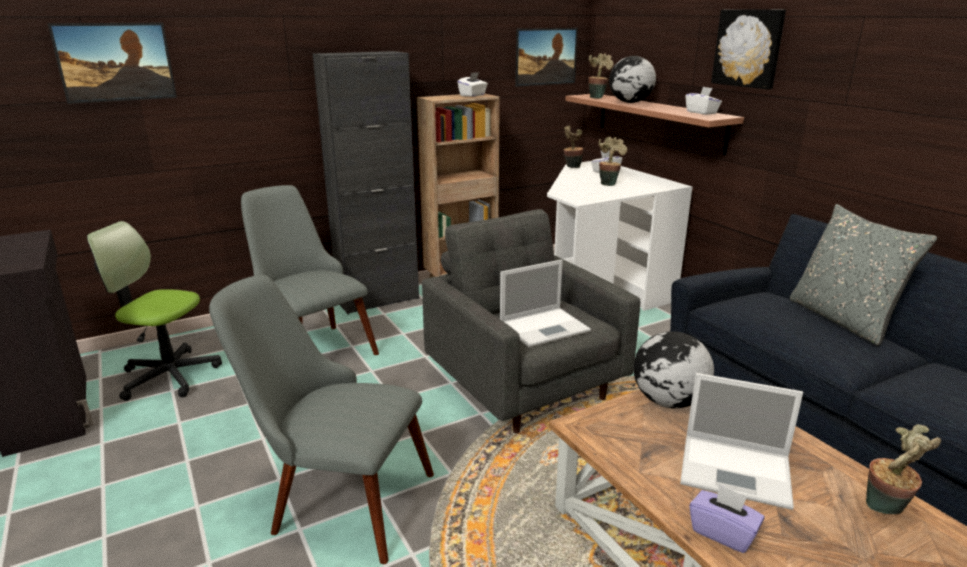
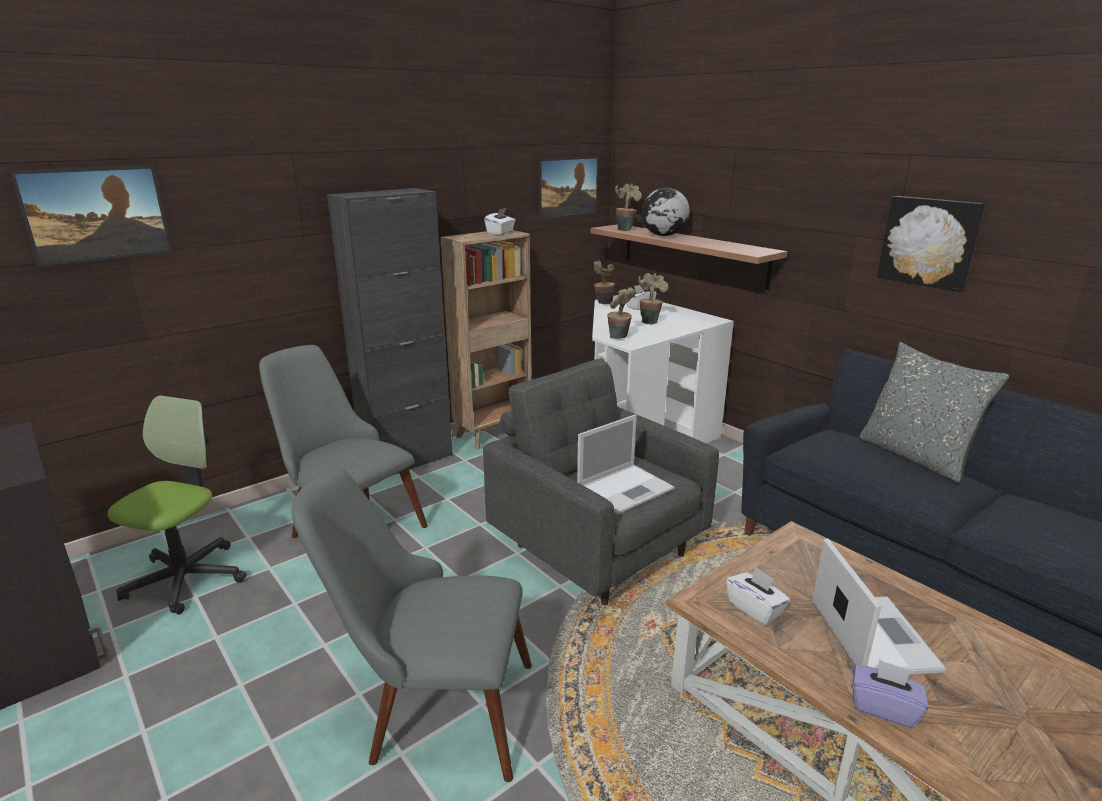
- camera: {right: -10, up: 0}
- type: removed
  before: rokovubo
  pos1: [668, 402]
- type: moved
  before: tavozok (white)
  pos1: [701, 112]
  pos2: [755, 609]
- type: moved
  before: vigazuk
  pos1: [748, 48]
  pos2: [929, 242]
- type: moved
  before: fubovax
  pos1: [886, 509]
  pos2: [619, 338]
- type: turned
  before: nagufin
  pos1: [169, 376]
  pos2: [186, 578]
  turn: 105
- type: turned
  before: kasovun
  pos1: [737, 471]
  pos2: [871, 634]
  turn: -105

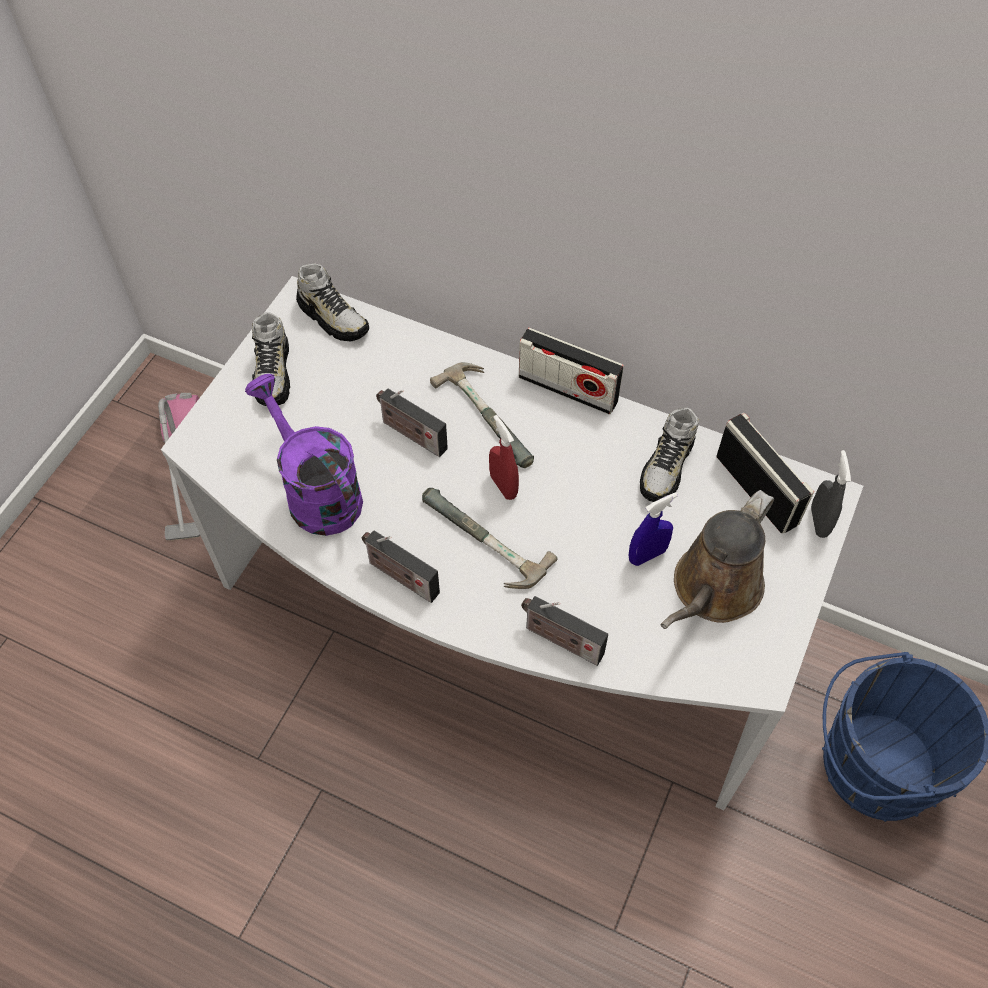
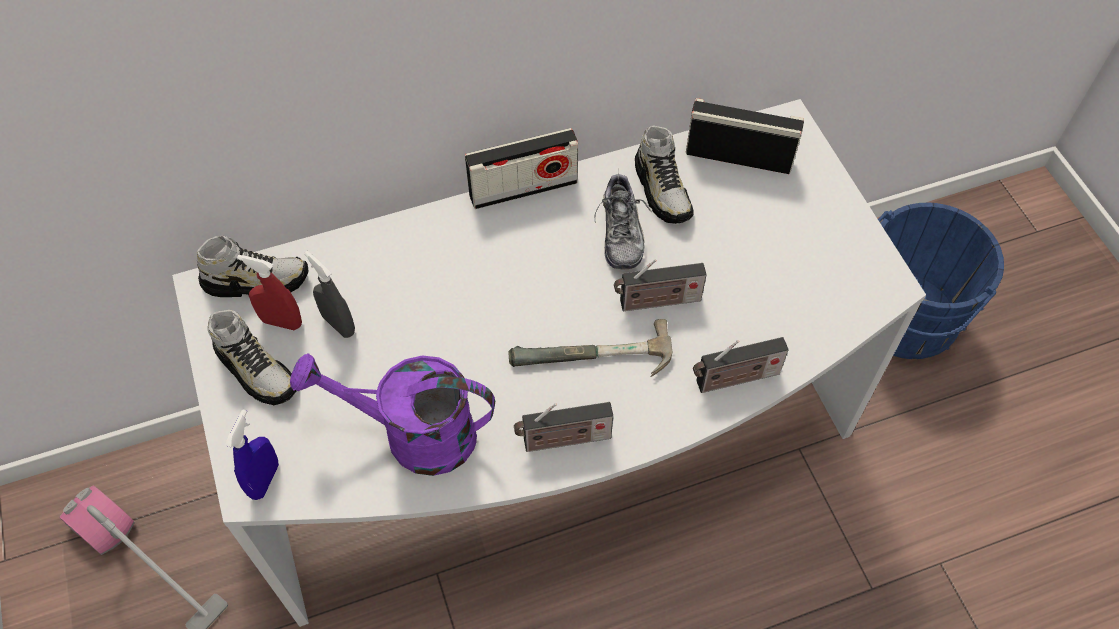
- camera: {right: -45, up: 0}
- type: removed
  before: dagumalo
  pos1: [493, 414]
- type: removed
  before: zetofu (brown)
  pos1: [713, 590]
- type: added
  after: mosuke
  pos2: [621, 232]
- type: moved
  before: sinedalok
  pos1: [411, 434]
  pos2: [656, 302]
- type: moved
  before: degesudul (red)
  pos1: [503, 486]
  pos2: [281, 322]
- type: moved
  before: degesudul (blue)
  pos1: [647, 555]
  pos2: [265, 480]
- type: moved
  before: degesudul (grey)
  pos1: [819, 522]
  pos2: [338, 324]

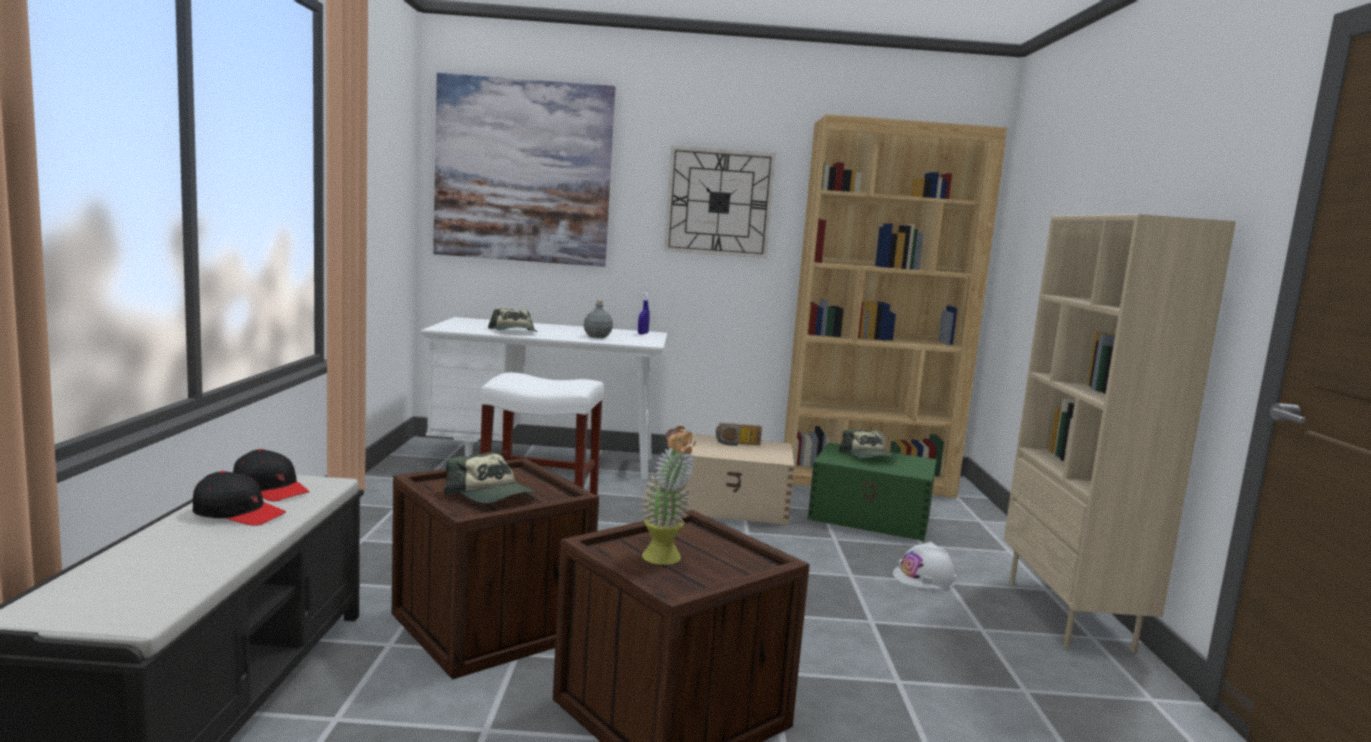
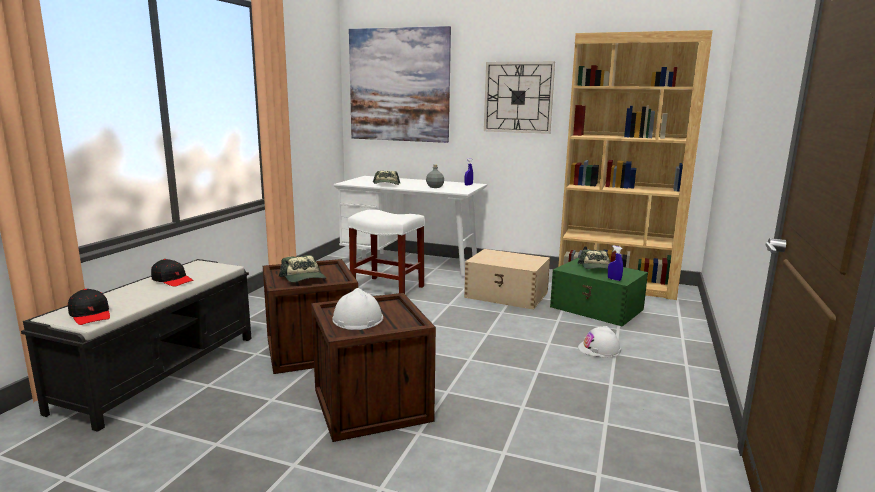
- camera: {right: 20, up: 5}
- type: removed
  before: sinedalok
  pos1: [737, 444]
- type: removed
  before: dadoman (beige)
  pos1: [1070, 616]
- type: added
  after: degesudul (blue)
  pos2: [614, 279]
- type: moved
  before: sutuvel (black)
  pos1: [271, 489]
  pos2: [91, 315]
- type: replaced
  before: fubovax
  after: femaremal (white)
  pos1: [665, 561]
  pos2: [357, 319]

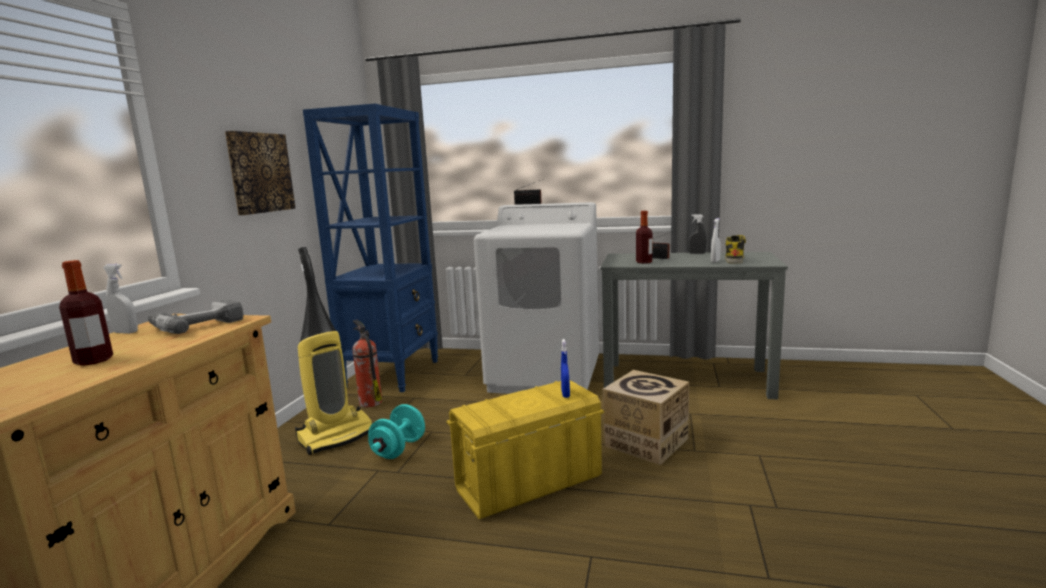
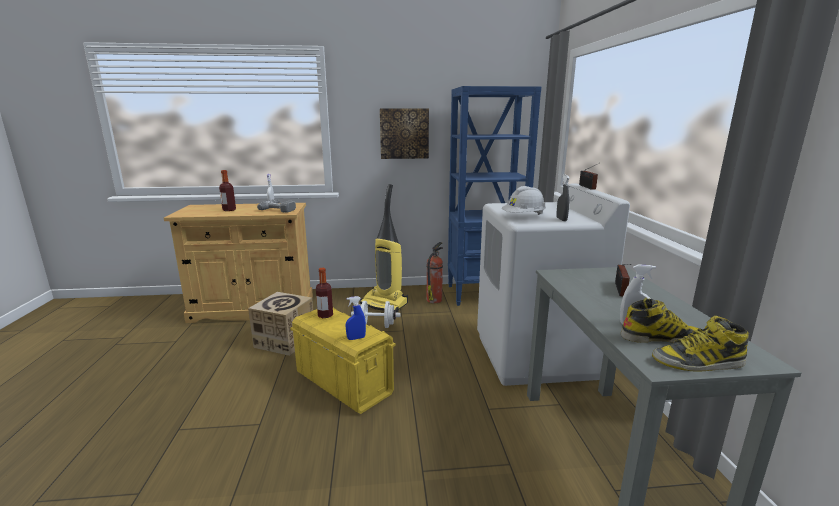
- camera: {right: 70, up: 5}
- type: added
  after: femaremal (white)
  pos2: [523, 217]
- type: added
  after: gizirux
  pos2: [698, 362]
- type: moved
  before: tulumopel
  pos1: [646, 442]
  pos2: [285, 341]
- type: moved
  before: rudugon
  pos1: [644, 262]
  pos2: [325, 315]
- type: moved
  before: degesudul (grey)
  pos1: [697, 253]
  pos2: [561, 219]
- type: recoloured
  before: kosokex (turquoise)
  after: kosokex (white)
  pos1: [399, 449]
  pos2: [376, 326]

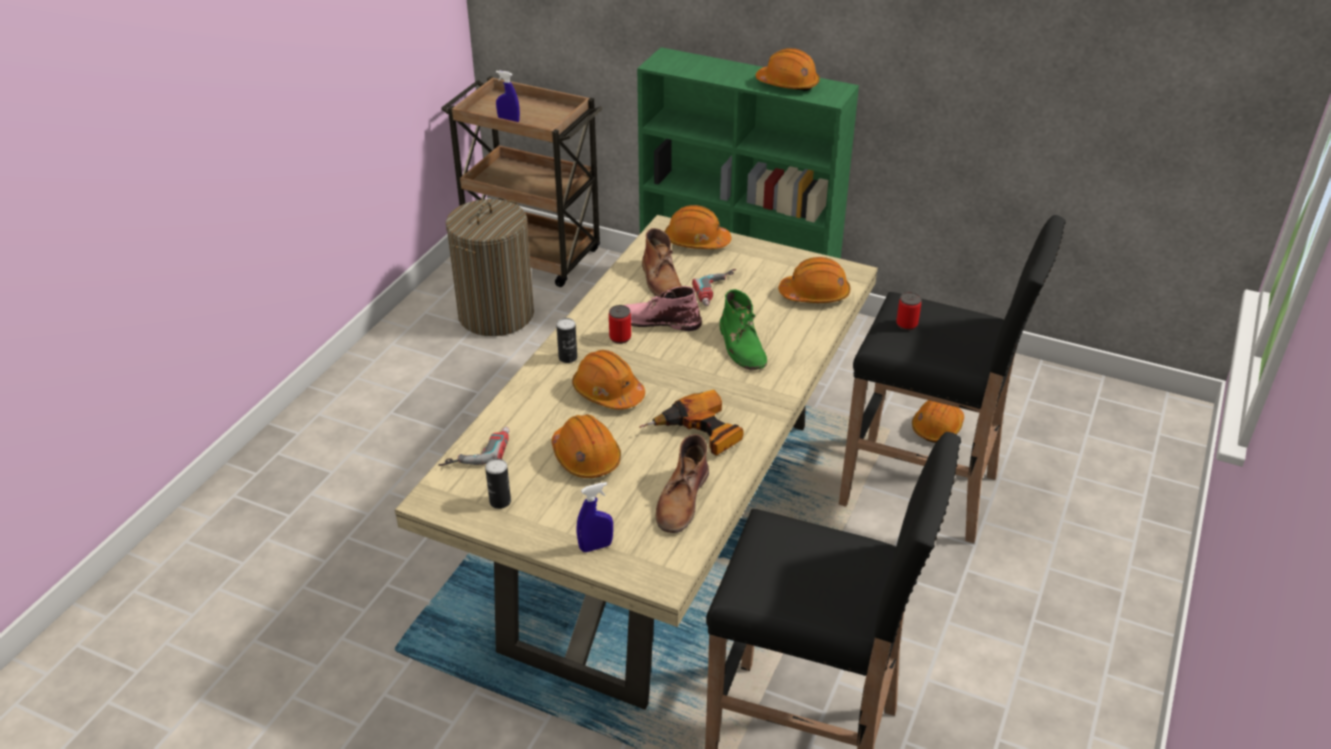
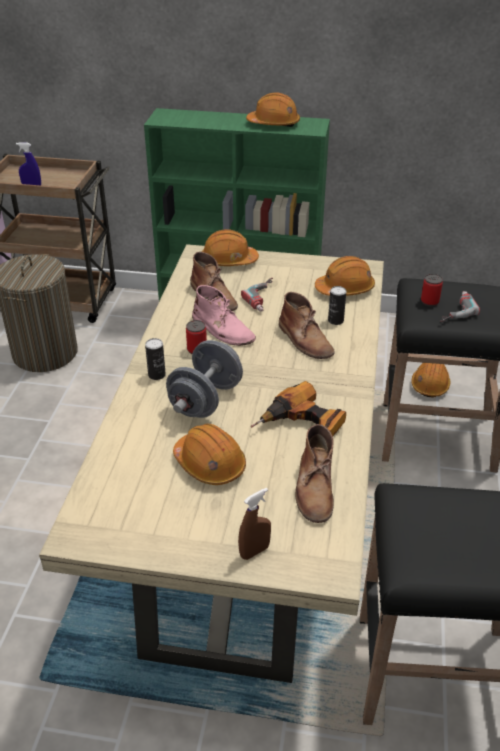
- camera: {right: -15, up: 0}
- type: moved
  before: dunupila
  pos1: [476, 450]
  pos2: [453, 310]
- type: moved
  before: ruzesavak
  pos1: [500, 501]
  pos2: [335, 320]
- type: replaced
  before: femaremal (orange)
  after: kosokex (grey)
  pos1: [608, 392]
  pos2: [205, 400]
- type: recoloured
  before: degesudul (blue)
  after: degesudul (brown)
  pos1: [595, 546]
  pos2: [254, 551]
- type: recoloured
  before: gizirux (green)
  after: gizirux (brown)
  pos1: [742, 346]
  pos2: [305, 340]
- type: turned
  before: gizirux (pink)
  pos1: [657, 320]
  pos2: [223, 330]
  turn: -135

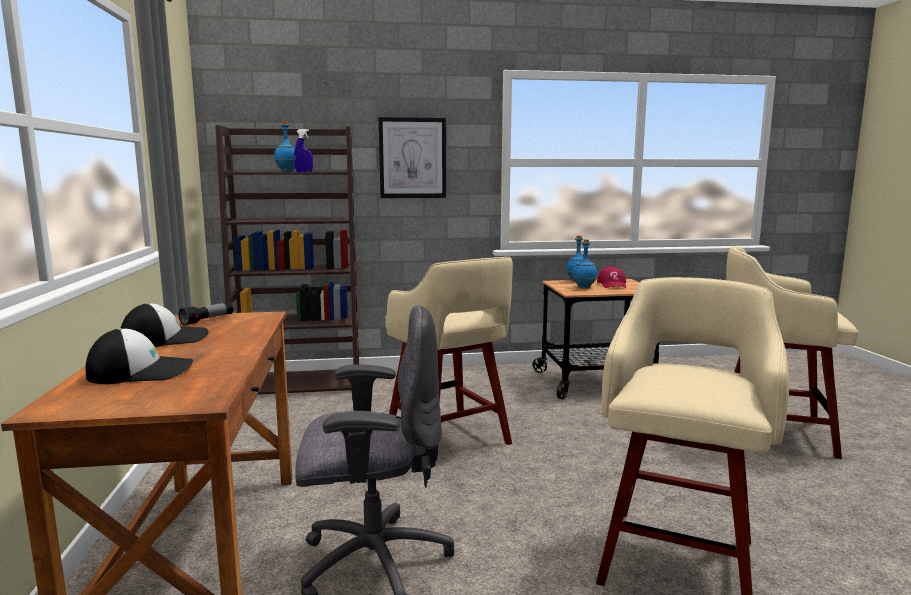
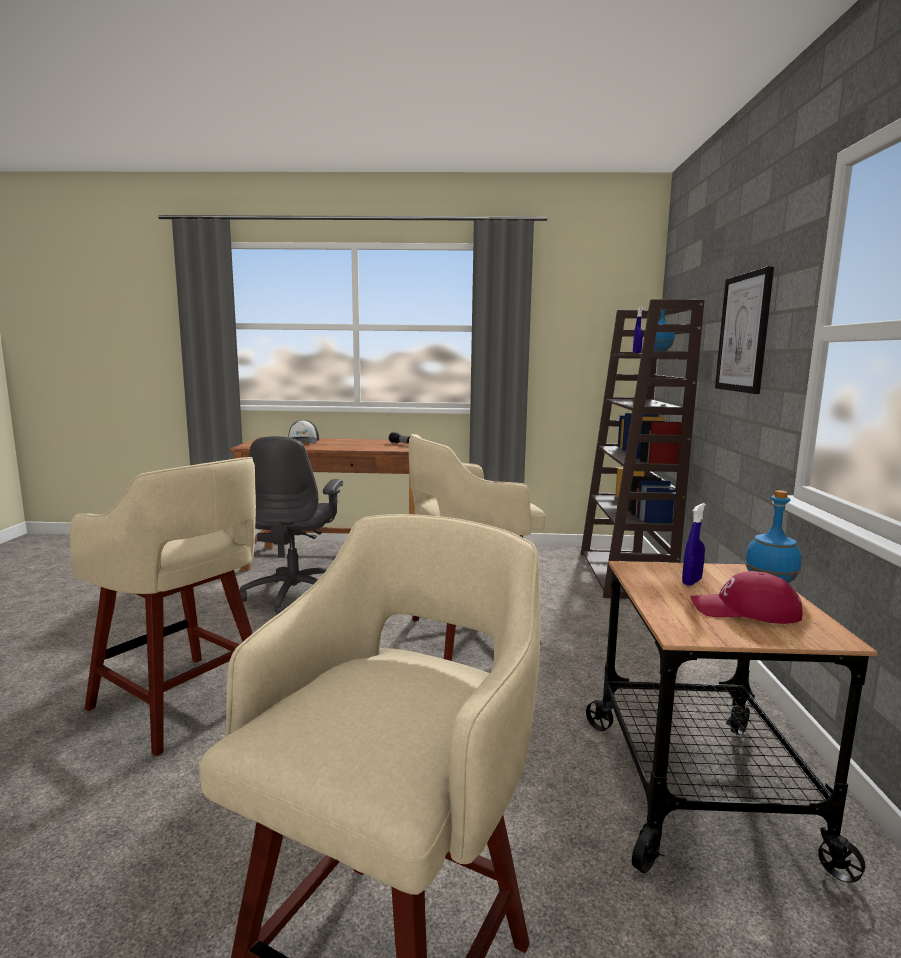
- camera: {right: 100, up: 0}
- type: removed
  before: sutuvel
  pos1: [165, 339]
- type: replaced
  before: rudugon (blue)
  after: degesudul (blue)
  pos1: [584, 287]
  pos2: [691, 582]

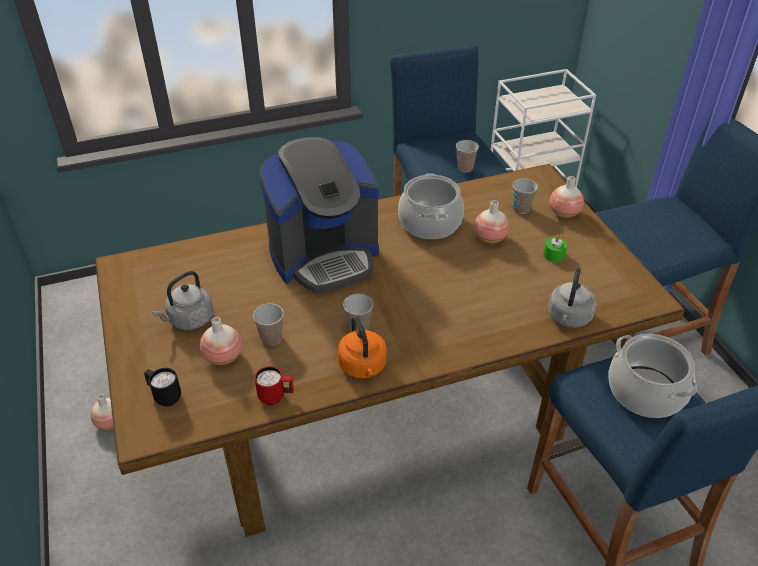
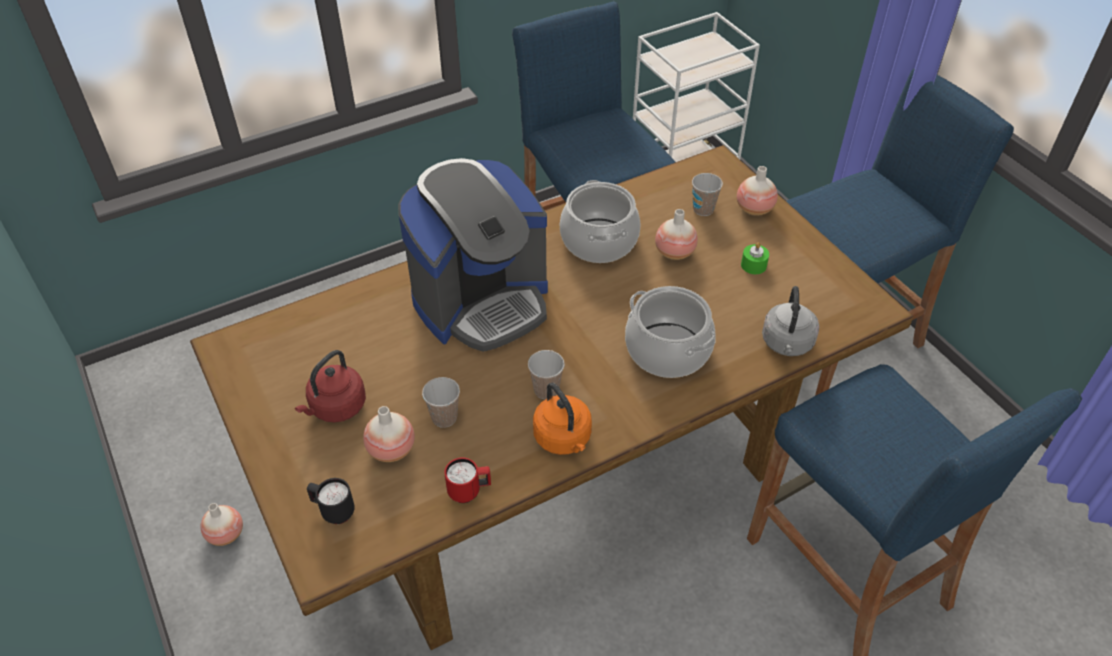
- camera: {right: -10, up: 5}
- type: removed
  before: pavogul
  pos1: [465, 168]
- type: moved
  before: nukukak
  pos1: [646, 391]
  pos2: [668, 350]
- type: recoloured
  before: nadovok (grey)
  after: nadovok (red)
  pos1: [189, 320]
  pos2: [336, 408]

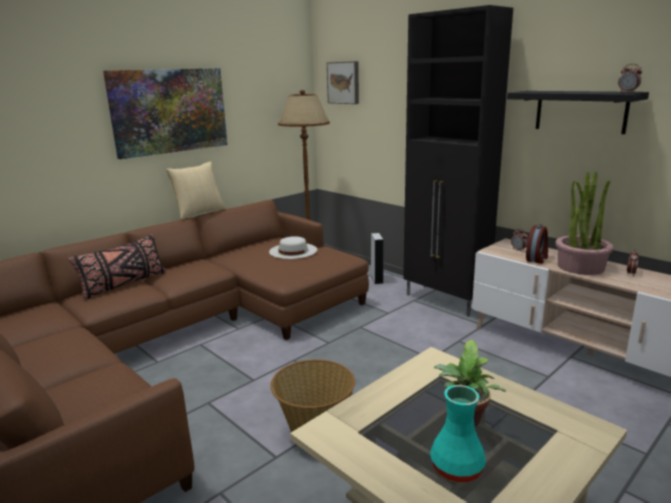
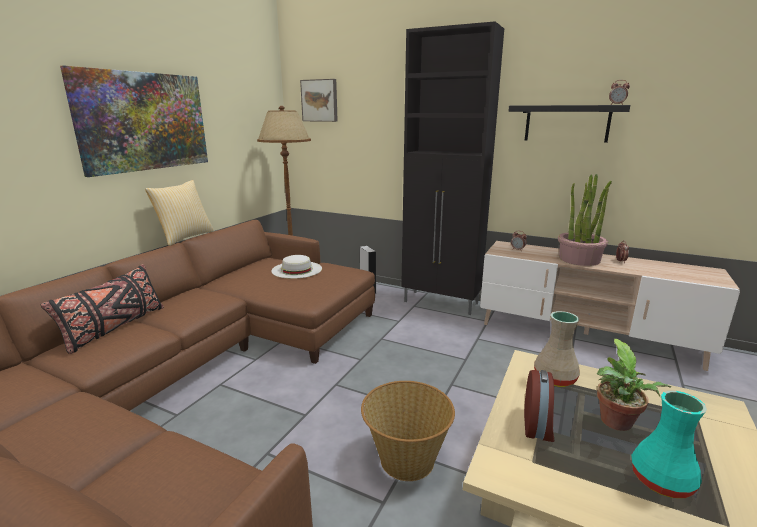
- camera: {right: -20, up: 0}
- type: added
  after: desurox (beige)
  pos2: [556, 379]
- type: moved
  before: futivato
  pos1: [537, 259]
  pos2: [538, 426]

